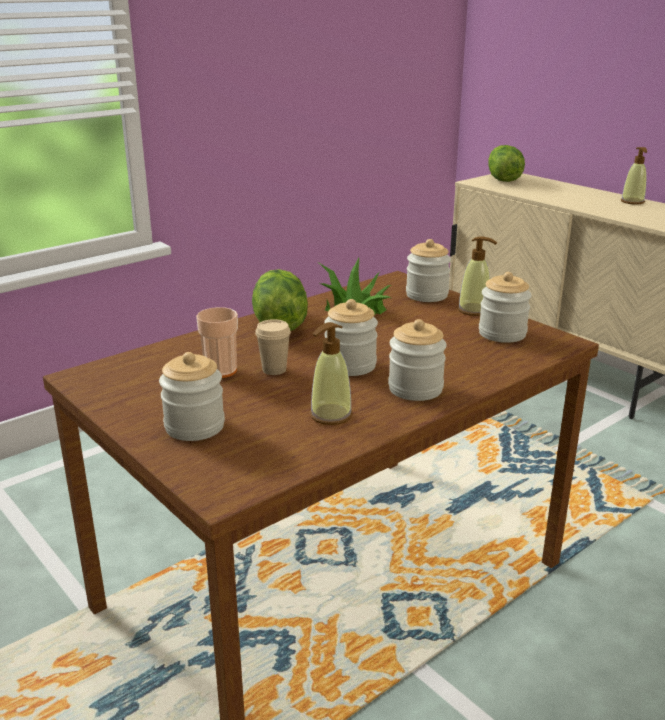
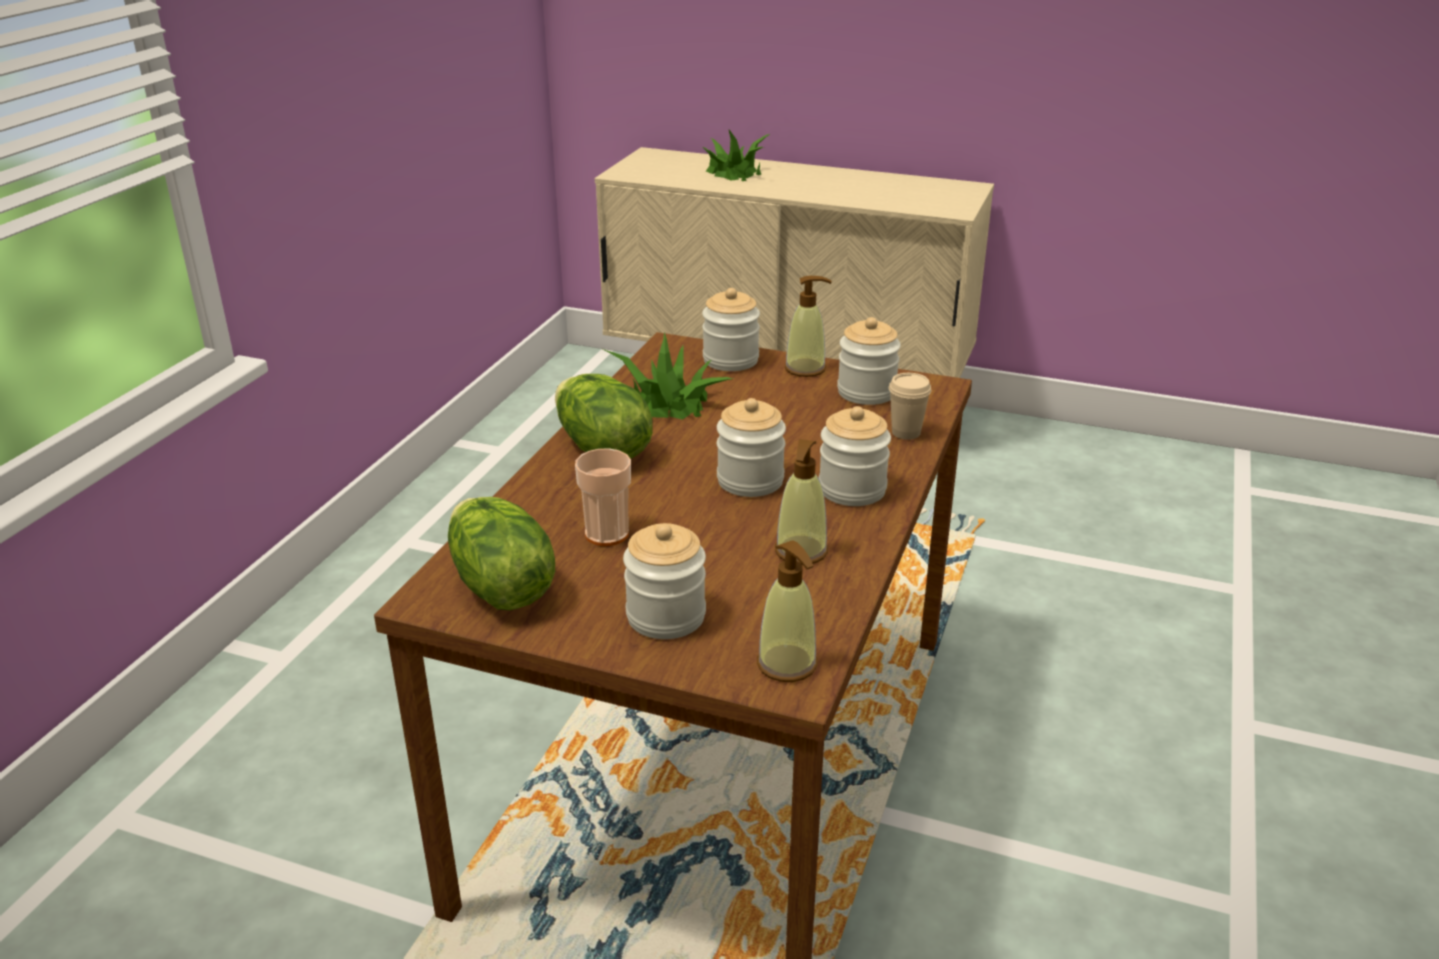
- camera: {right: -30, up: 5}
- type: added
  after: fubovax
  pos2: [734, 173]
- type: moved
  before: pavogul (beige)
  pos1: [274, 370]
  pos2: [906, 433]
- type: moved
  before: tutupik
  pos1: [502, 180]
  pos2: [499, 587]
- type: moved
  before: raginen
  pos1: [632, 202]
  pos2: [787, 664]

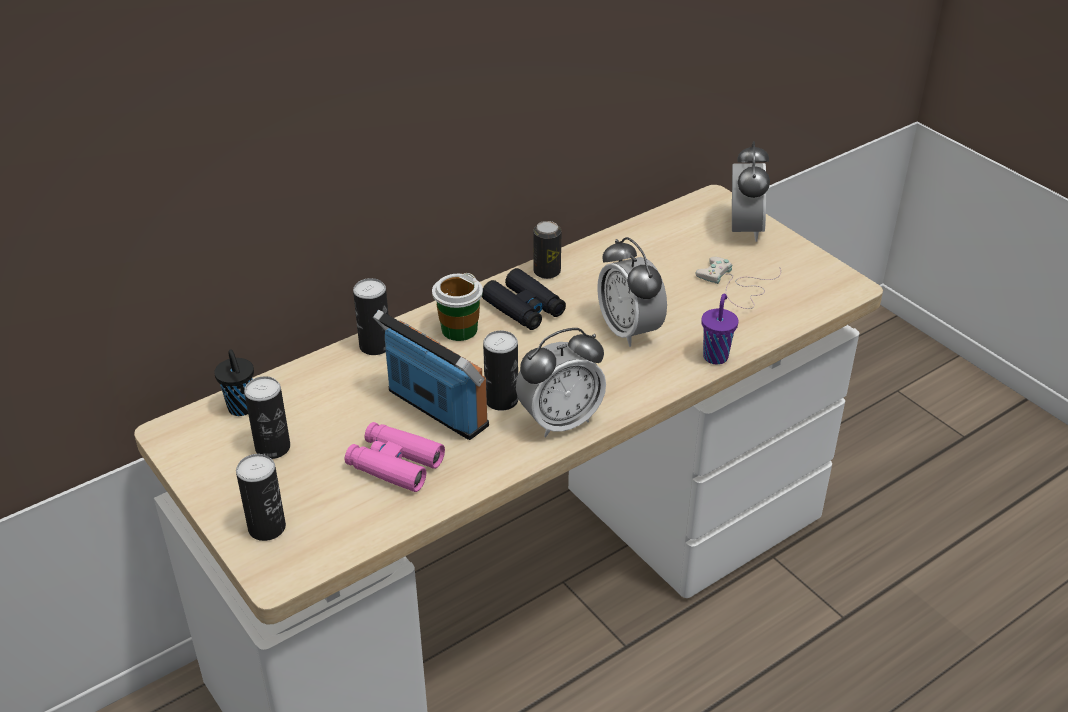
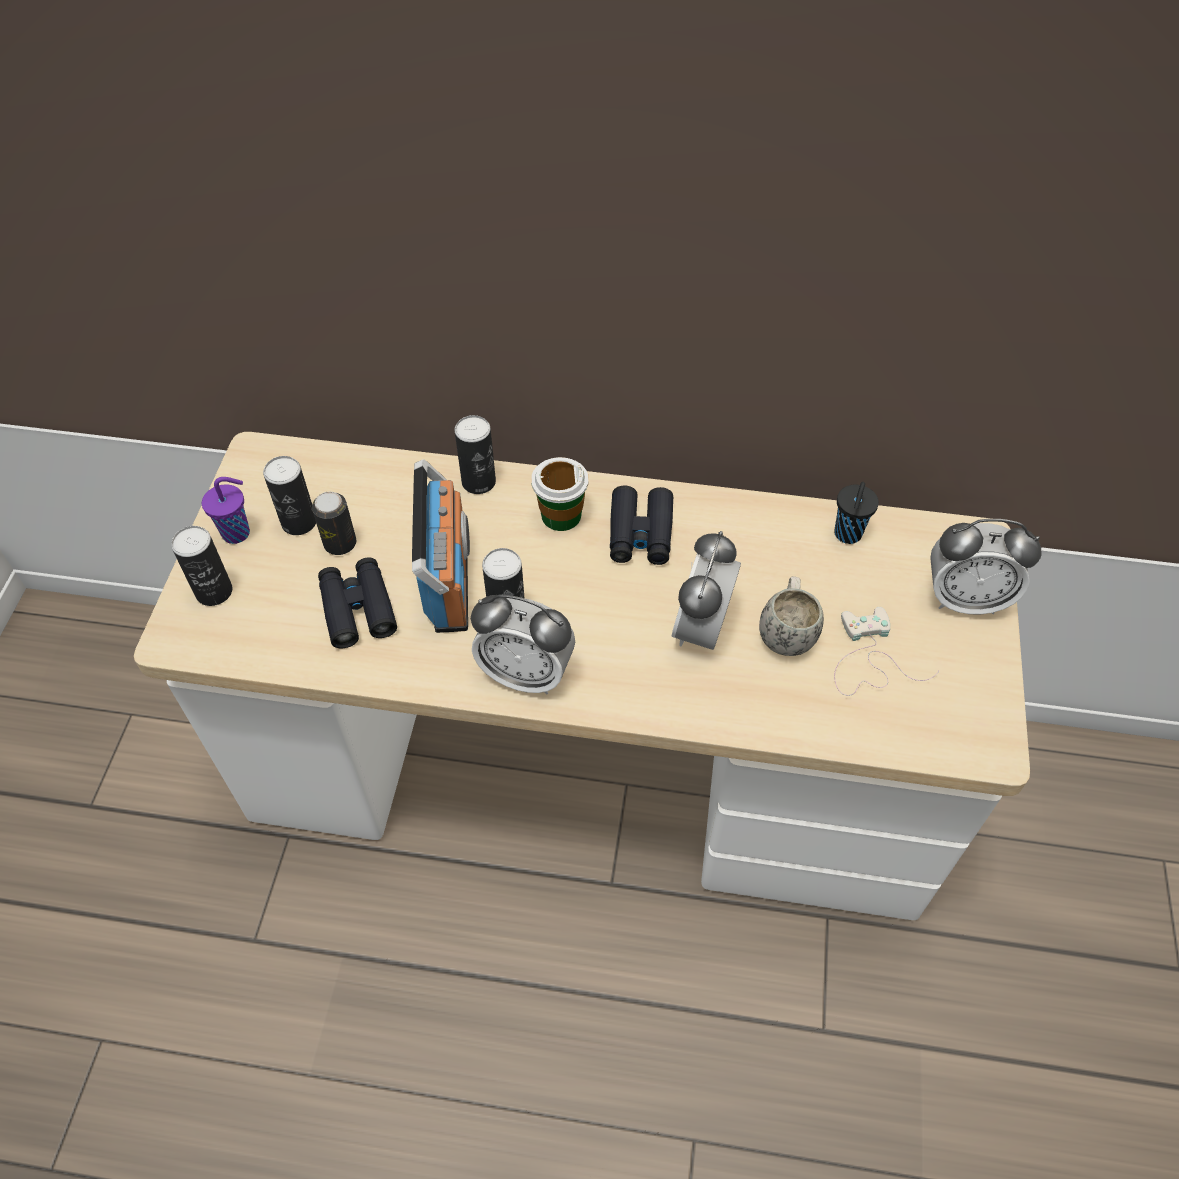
- camera: {right: 45, up: 15}
- type: added
  after: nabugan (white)
  pos2: [786, 632]
- type: moved
  before: pavogul (black)
  pos1: [242, 409]
  pos2: [847, 535]
- type: moved
  before: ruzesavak
  pos1: [547, 272]
  pos2: [340, 543]
- type: moved
  before: pavogul (purple)
  pos1: [716, 356]
  pos2: [238, 533]
- type: recoloured
  before: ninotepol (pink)
  after: ninotepol (black)
  pos1: [394, 464]
  pos2: [358, 608]
- type: turned
  before: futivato
  pos1: [744, 229]
  pos2: [965, 598]
  turn: 45

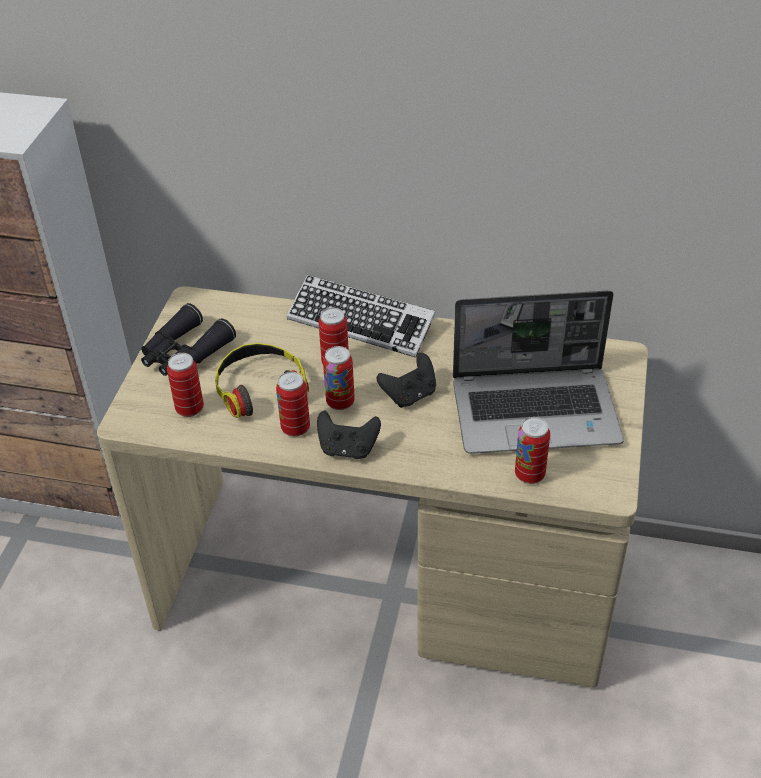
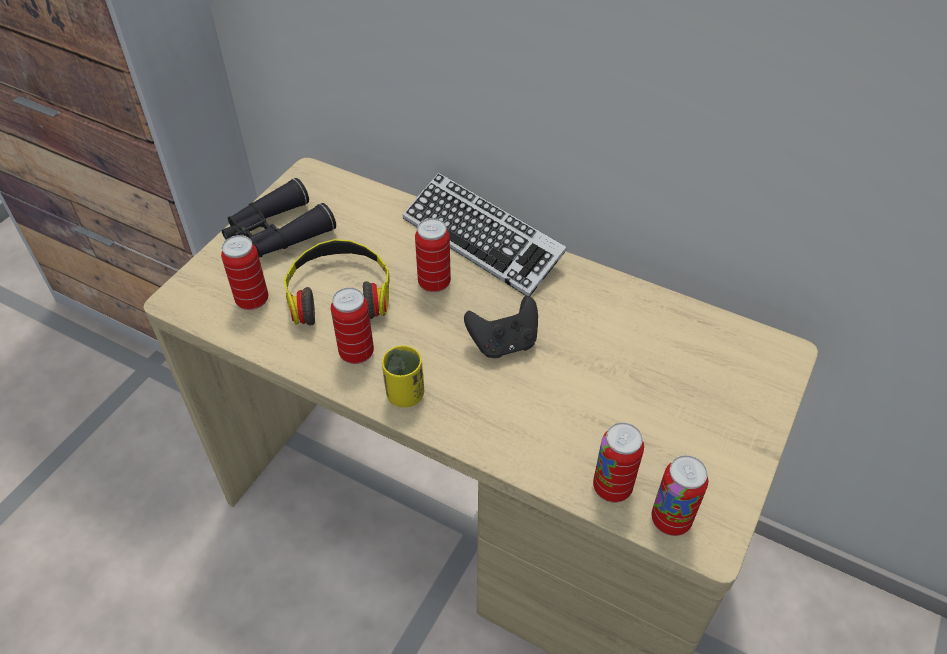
- camera: {right: 15, up: 5}
- type: removed
  before: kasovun
  pos1: [537, 411]
- type: moved
  before: ruzesavak
  pos1: [340, 402]
  pos2: [670, 520]
- type: replaced
  before: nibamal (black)
  after: pavogul (yellow)
  pos1: [348, 449]
  pos2: [405, 394]

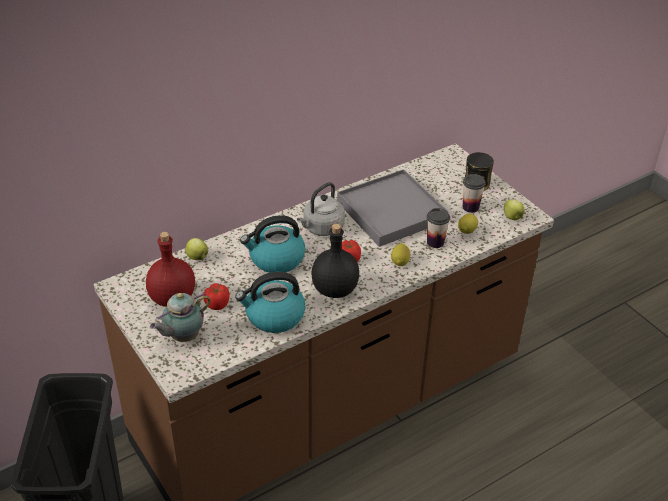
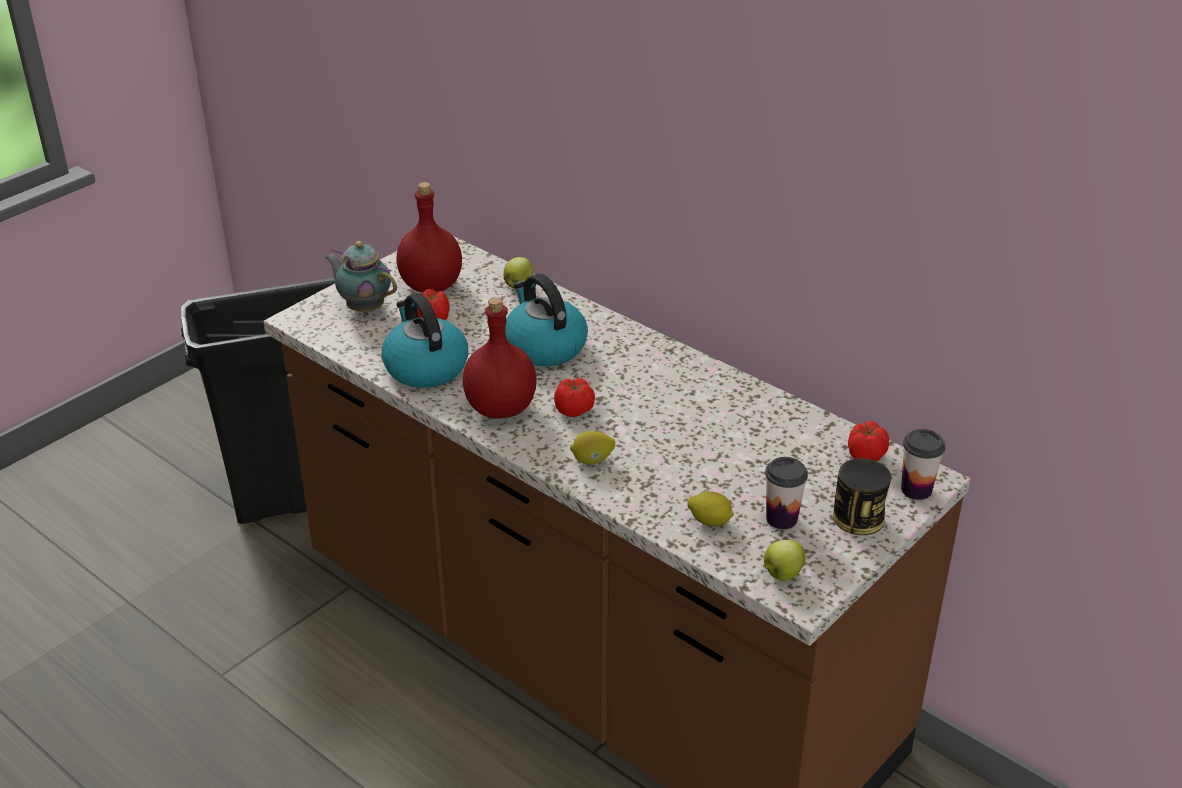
- camera: {right: 75, up: -5}
- type: removed
  before: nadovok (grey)
  pos1: [321, 228]
- type: removed
  before: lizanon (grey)
  pos1: [391, 211]
- type: added
  after: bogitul
  pos2: [865, 455]
- type: moved
  before: pavogul
  pos1: [435, 242]
  pos2: [916, 490]
- type: recoloured
  before: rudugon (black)
  after: rudugon (red)
  pos1: [334, 290]
  pos2: [499, 408]

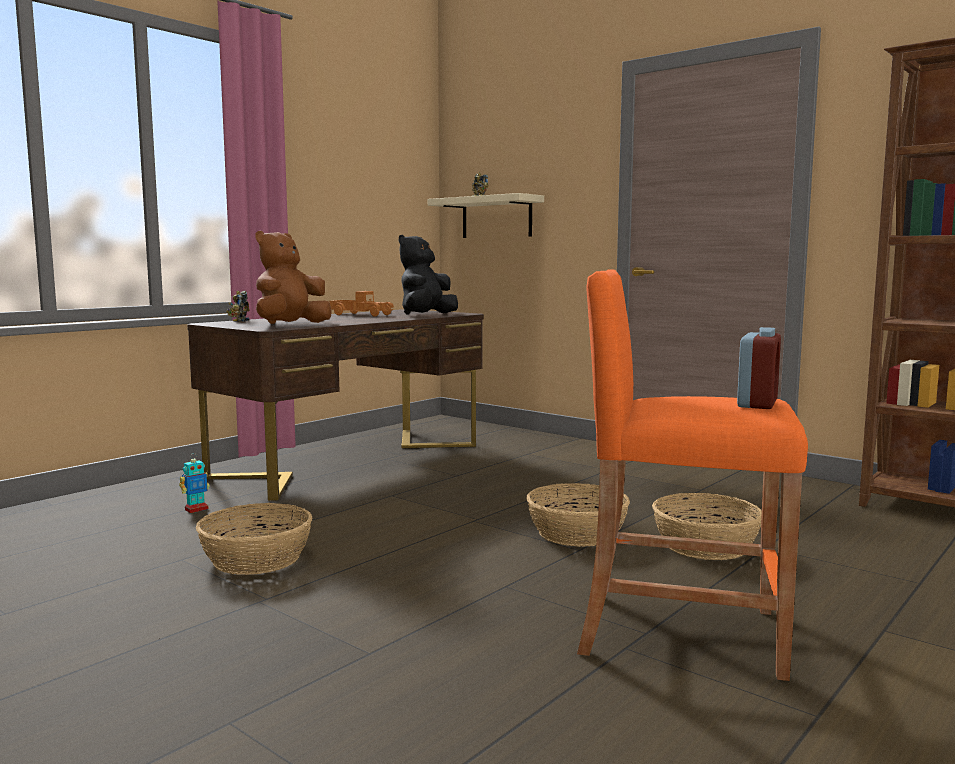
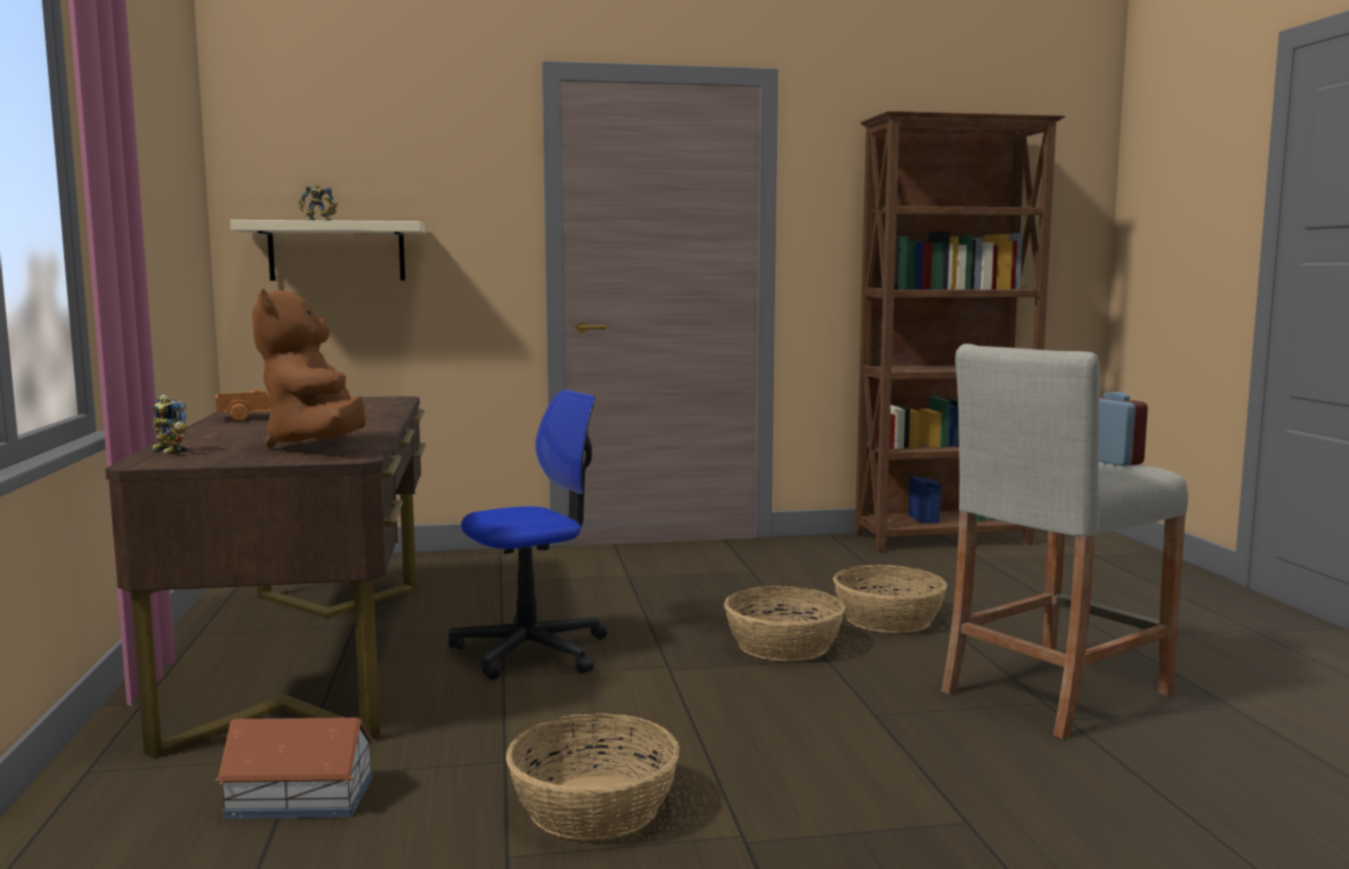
- camera: {right: -50, up: 0}
- type: removed
  before: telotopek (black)
  pos1: [426, 315]
- type: added
  after: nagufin
  pos2: [531, 651]
- type: replaced
  before: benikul
  after: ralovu
  pos1: [196, 509]
  pos2: [299, 797]
- type: recoloured
  before: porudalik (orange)
  after: porudalik (beige)
  pos1: [679, 632]
  pos2: [1054, 692]

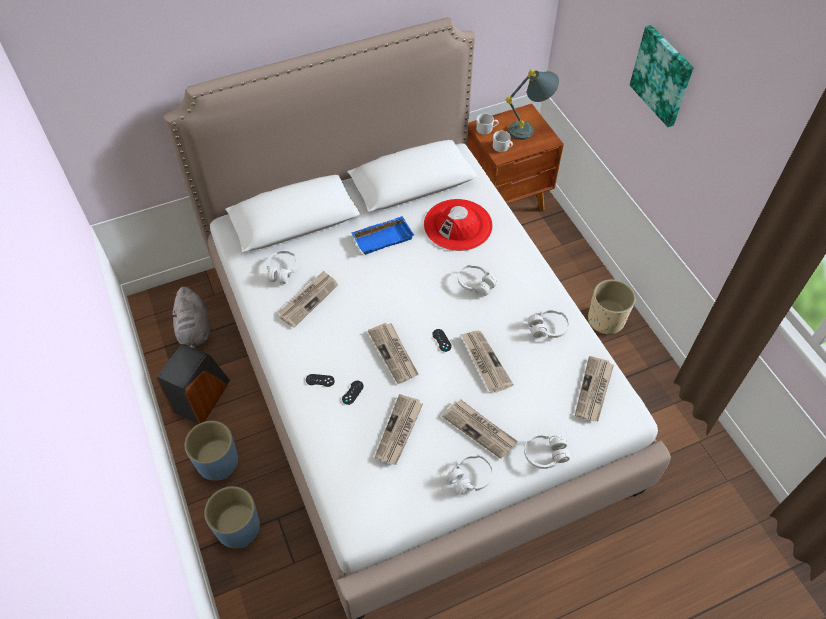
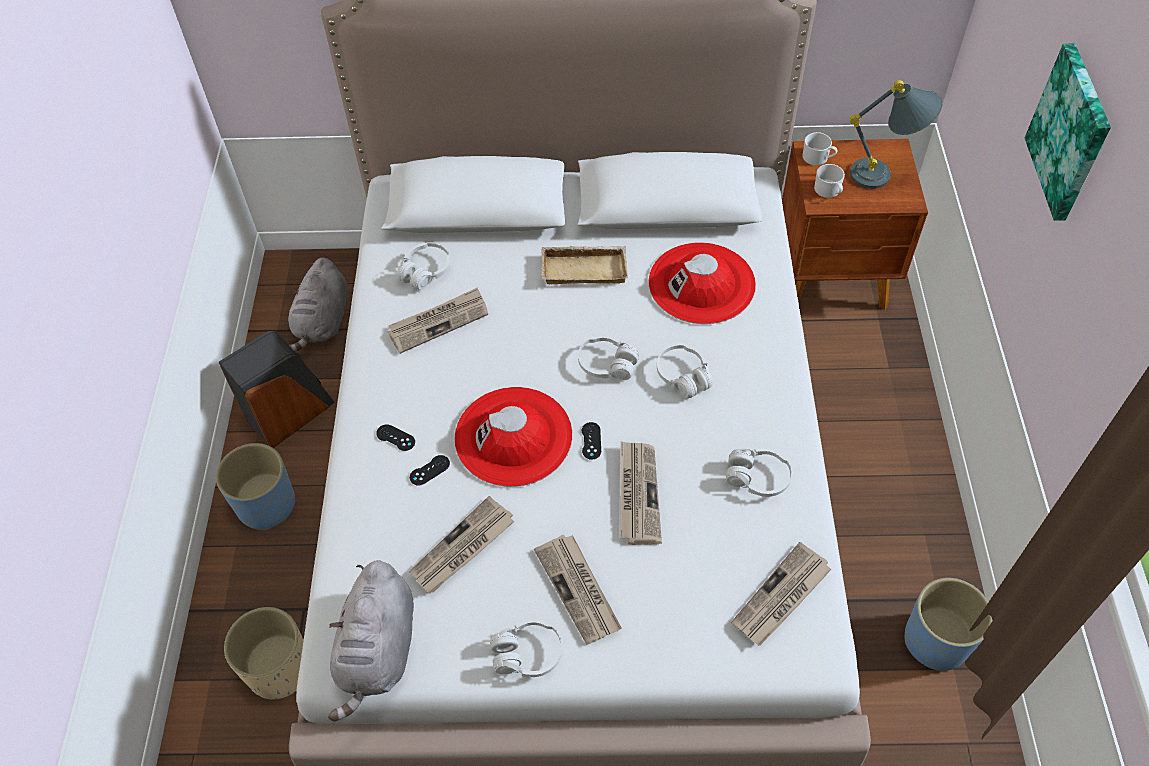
- camera: {right: 25, up: 0}
- type: added
  after: telotopek (grey)
  pos2: [378, 651]
- type: moved
  before: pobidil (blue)
  pos1: [238, 528]
  pos2: [936, 641]
- type: moved
  before: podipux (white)
  pos1: [545, 454]
  pos2: [607, 364]
- type: moved
  before: pobidil (beige)
  pos1: [605, 320]
  pos2: [279, 668]
- type: replaced
  before: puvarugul
  after: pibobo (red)
  pos1: [394, 354]
  pos2: [513, 436]
- type: recoloured
  before: lizanon (blue)
  after: lizanon (beige)
  pos1: [383, 237]
  pos2: [585, 268]

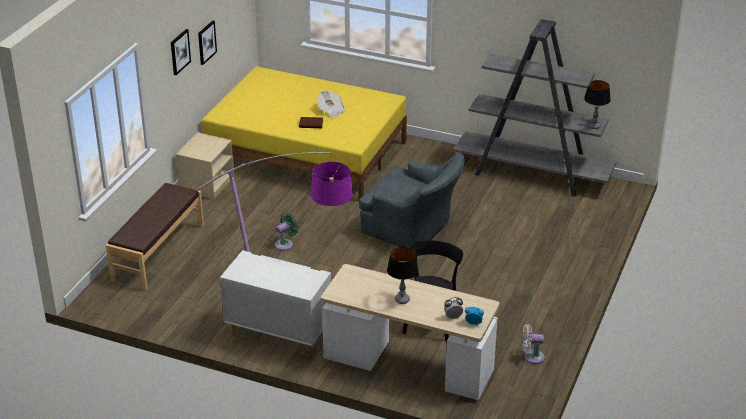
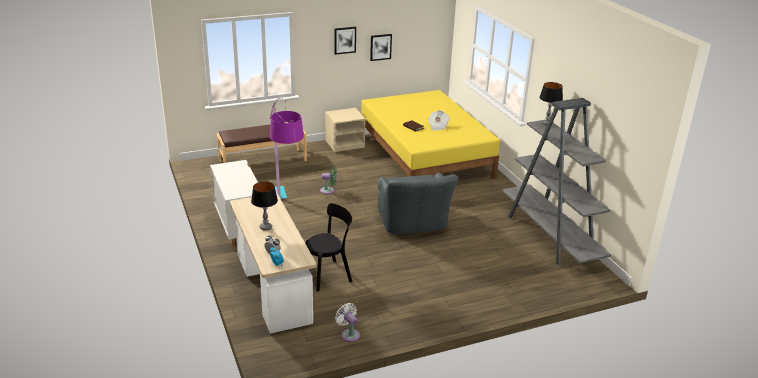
- camera: {right: 45, up: -5}
- type: moved
  before: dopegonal
  pos1: [594, 126]
  pos2: [547, 123]

